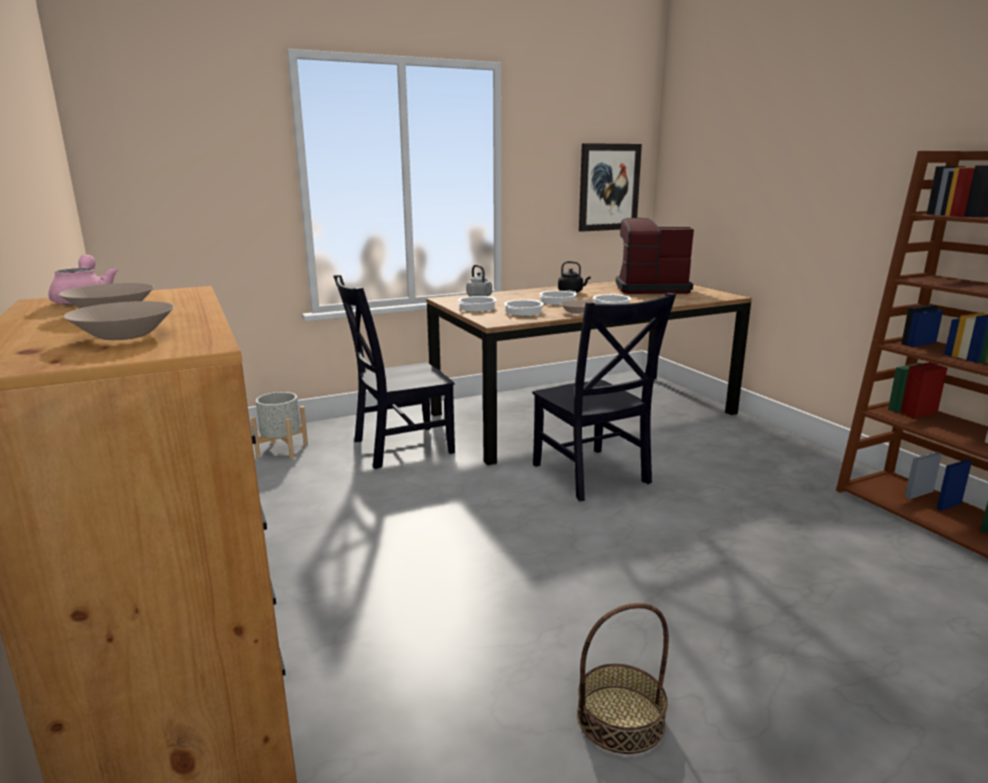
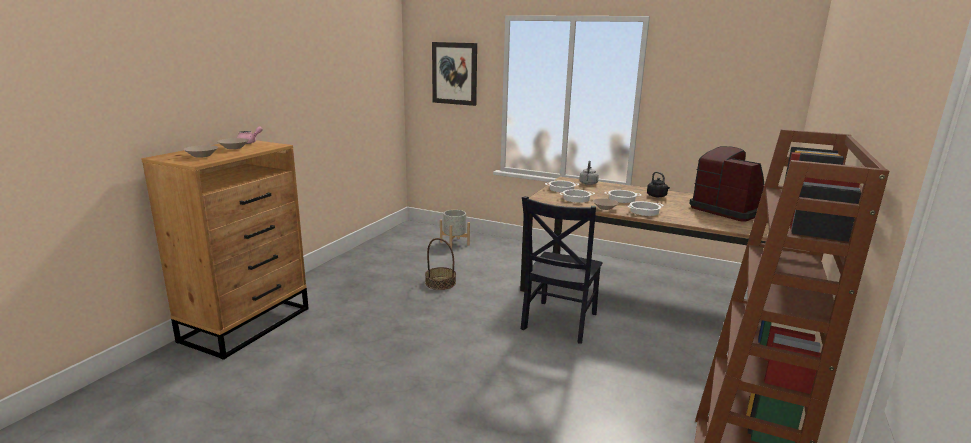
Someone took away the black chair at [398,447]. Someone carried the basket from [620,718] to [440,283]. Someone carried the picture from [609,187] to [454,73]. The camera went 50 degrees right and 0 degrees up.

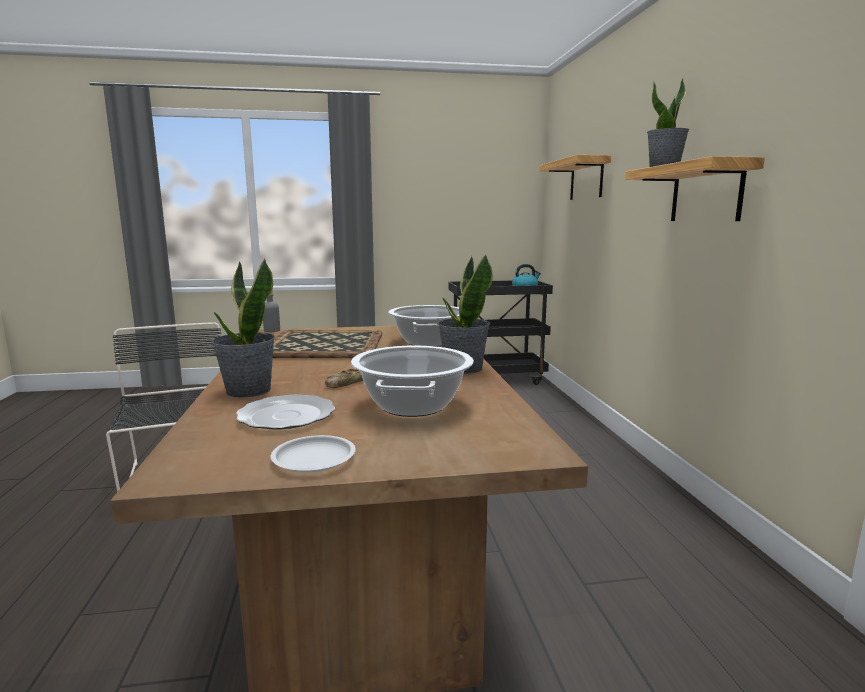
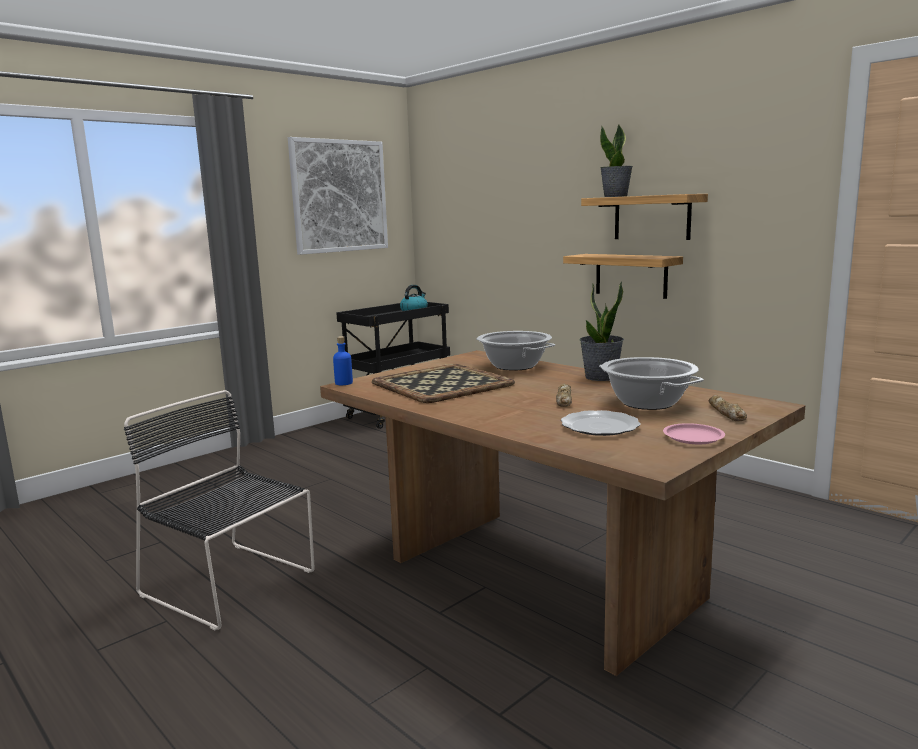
Someone took away the plant in a pot at [248,391]. Someone put up the picture at [339,196]. Someone put down the baked bread at [725,413]. Someone carried the wall shelf from [586,179] to [631,275]. Someone repainted the greyish drink bottle at [272,330], which became the blue drink bottle at [343,383]. Someone repainted the white-coloured dinner plate at [314,459], which became the pinkish dinner plate at [694,438]. The camera went 35 degrees left and 0 degrees up.

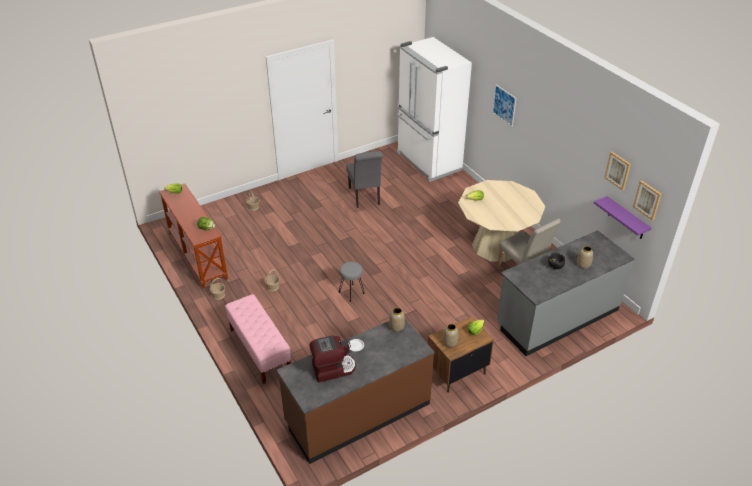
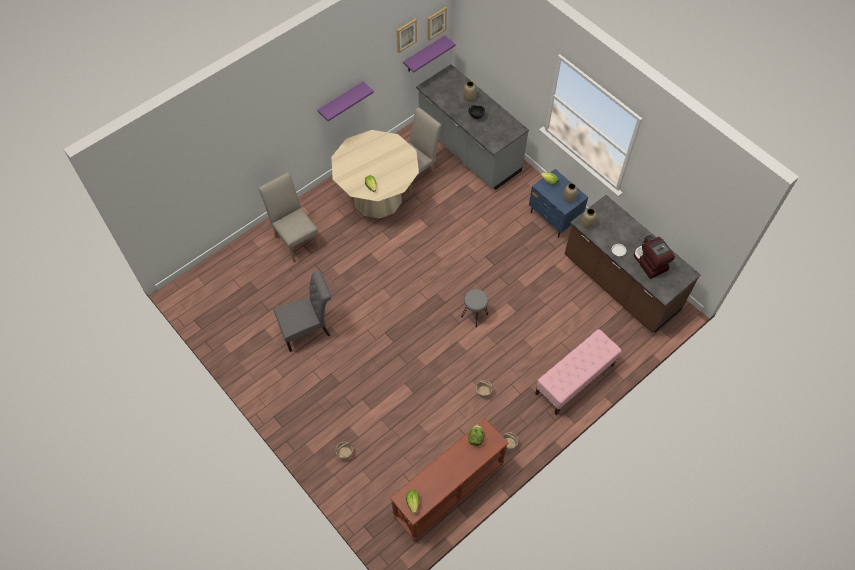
Someone took away the white-coloured fridge at [428,162]. Someone took away the picture at [504,105]. Someone put down the beige chair at [295,239]. Someone put up the purple-coloured wall shelf at [341,101]. Someone repainted the brownish nightstand at [456,372], which became the blue nightstand at [554,218]. The camera went 100 degrees left and 20 degrees up.

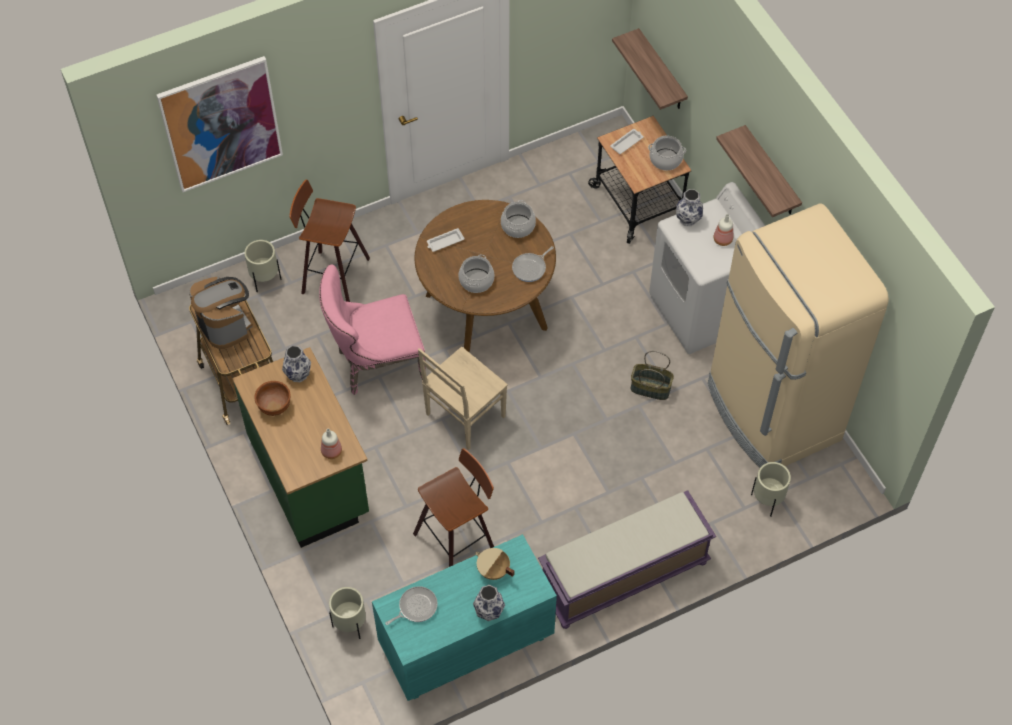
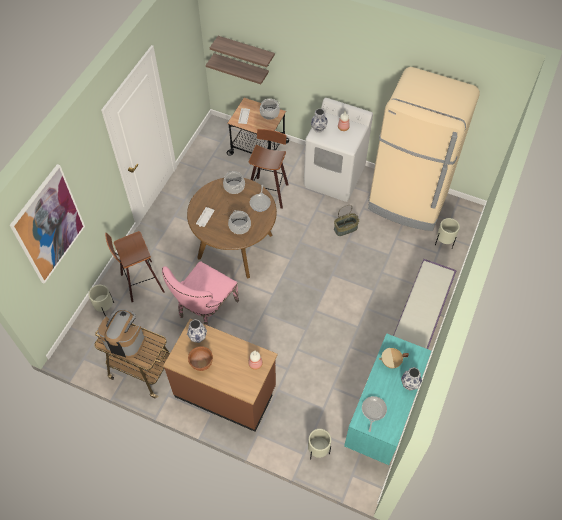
Someone took away the beige chair at [463,416]. Someone carried the sitting stool from [458,544] to [268,191]. Someone carried the wall shelf from [771,173] to [246,51]. Someone repainted the green-coloured kitchen counter at [311,477], which became the brownish kitchen counter at [226,391]. The camera went 40 degrees left and 0 degrees up.

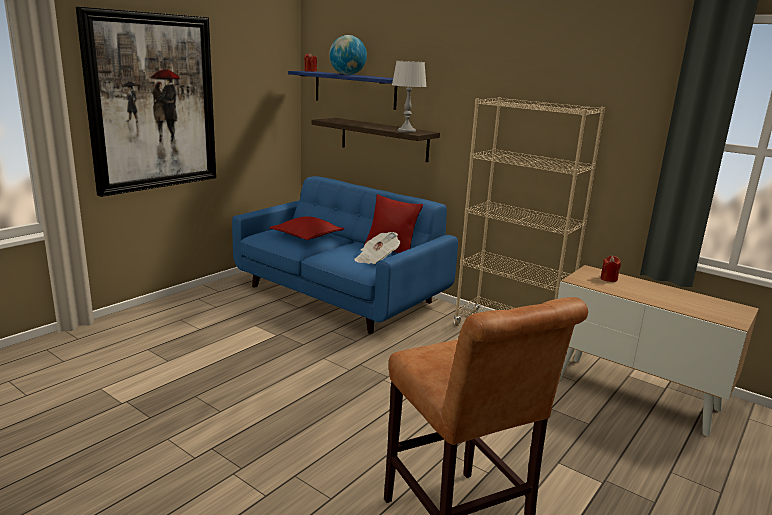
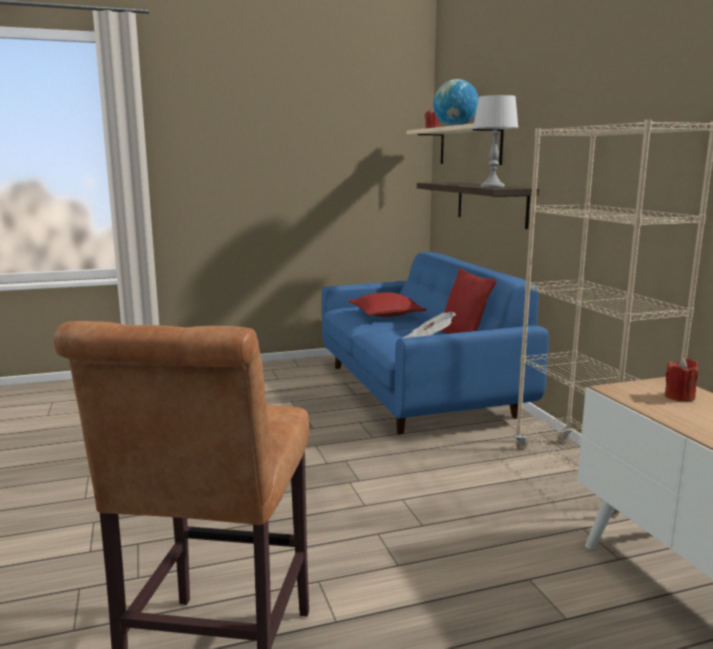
Someone took away the picture at [152,103]. Someone repainted the blue wall shelf at [354,89], which became the beige wall shelf at [469,146]. The camera went 35 degrees right and 5 degrees down.

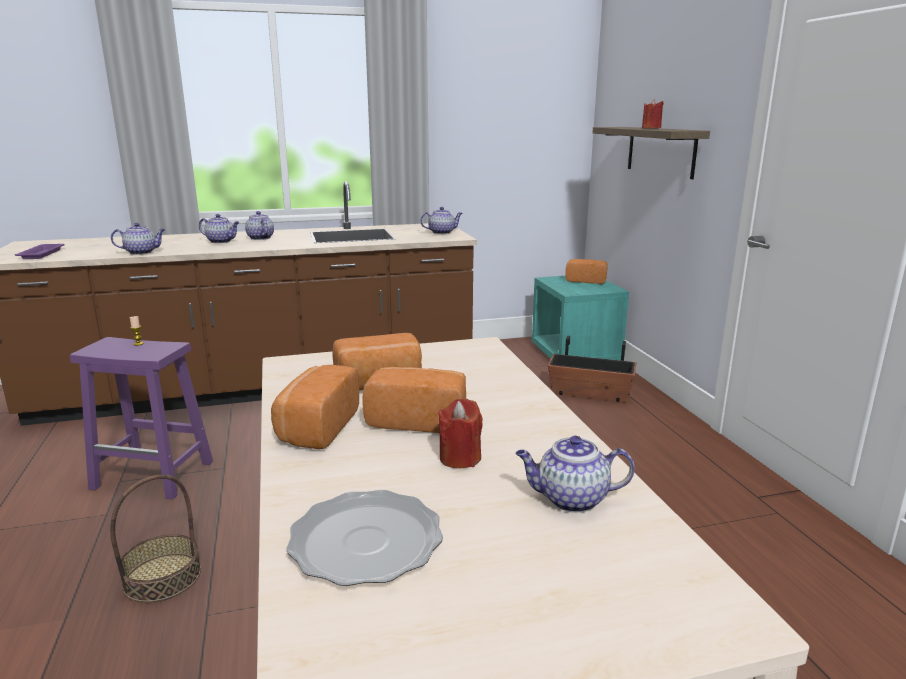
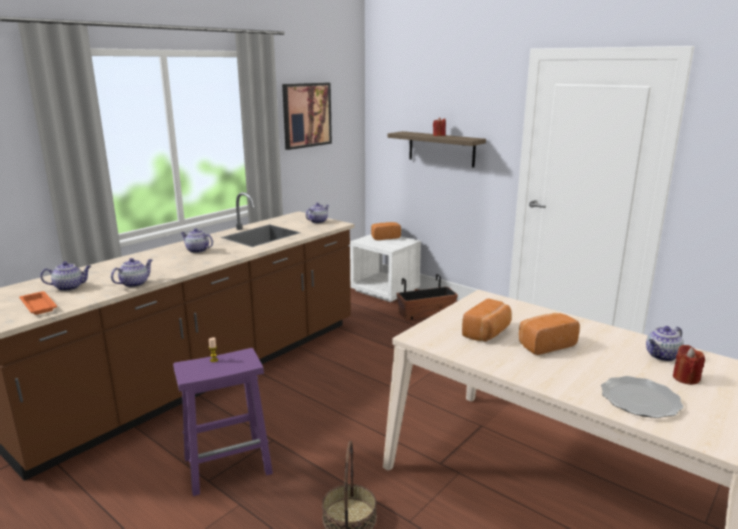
Someone took away the baked bread at [316,427]. Someone put up the picture at [306,115]. Someone carried the pot for tea from [221,241] to [70,287]. Someone carried the red-coloured candle from [460,458] to [685,378]. Someone repainted the purple-coloured carrying tray at [42,254], which became the orangey carrying tray at [38,306]. Someone repainted the turquoise-coloured nightstand at [575,355], which became the white-coloured nightstand at [385,290]. The camera went 35 degrees left and 0 degrees up.

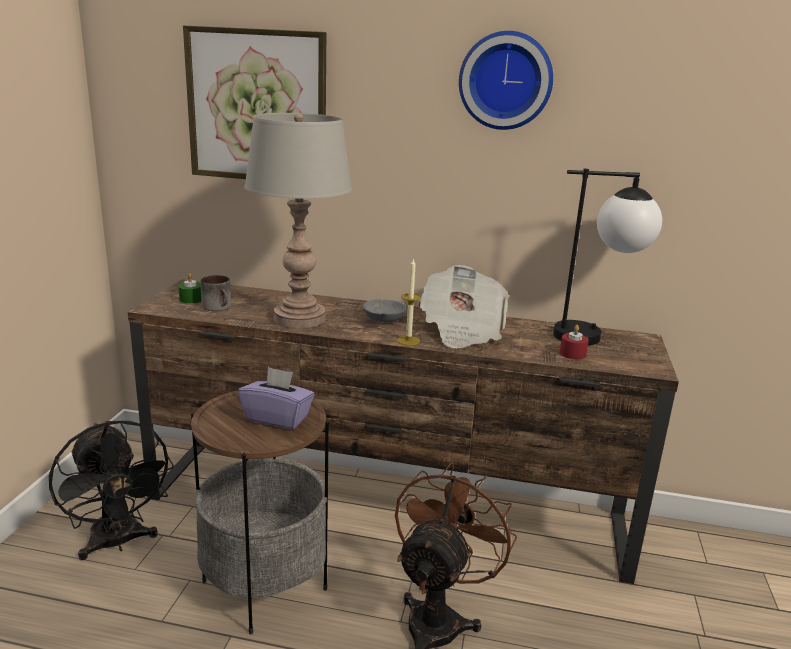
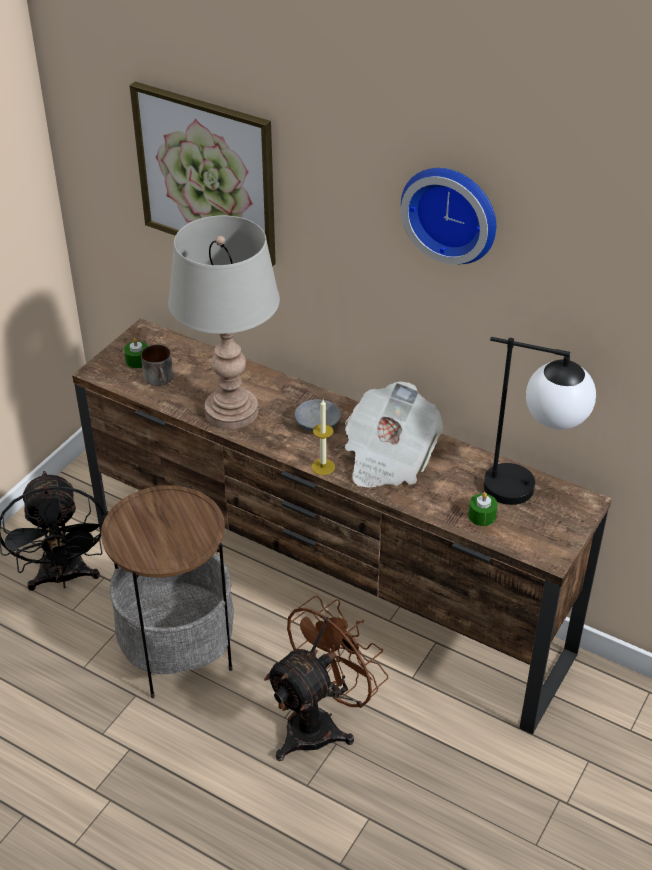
Someone took away the purple-coloured tissue holder at [277,418]. Someone repainted the red-coloured candle at [572,353], which became the green-coloured candle at [482,516]. The camera went 20 degrees right and 20 degrees up.

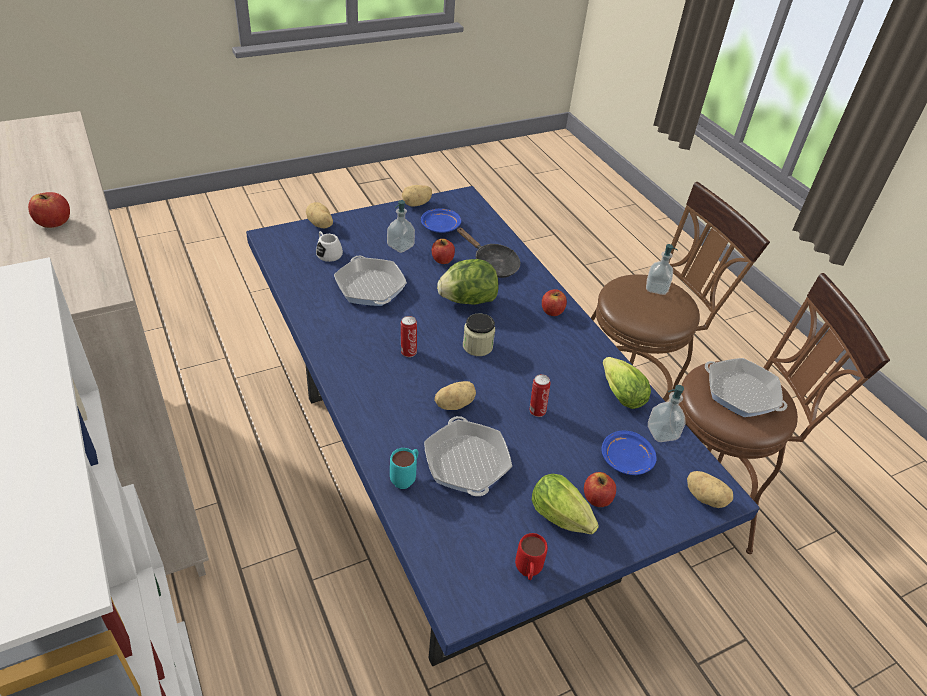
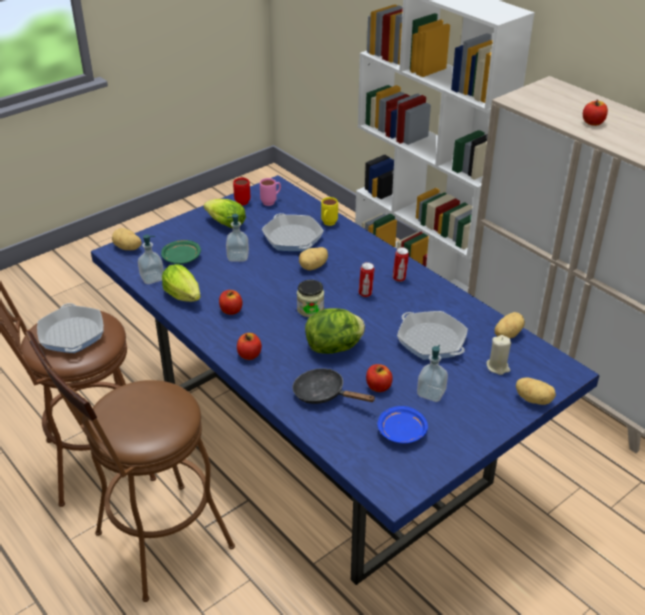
Someone put down the pinkish mug at [271,202]. Someone carried the spud from [416,204] to [507,334]. Someone carried the sealed can from [536,410] to [399,278]. Someone carried the apple from [597,498] to [231,310]. Someone carried the soap bottle from [656,288] to [238,257]. Someone swapped the white-coloured mug at [327,253] for the beige candle at [498,367]. Someone repainted the turquoise-coloured mug at [406,478], which became the yellow-coloured mug at [328,224]. Someone repainted the blue dinner plate at [626,460], which became the green-coloured dinner plate at [181,258]. Someone rotated the skillet at [741,393] by 45 degrees clockwise. The camera went 170 degrees right and 5 degrees down.

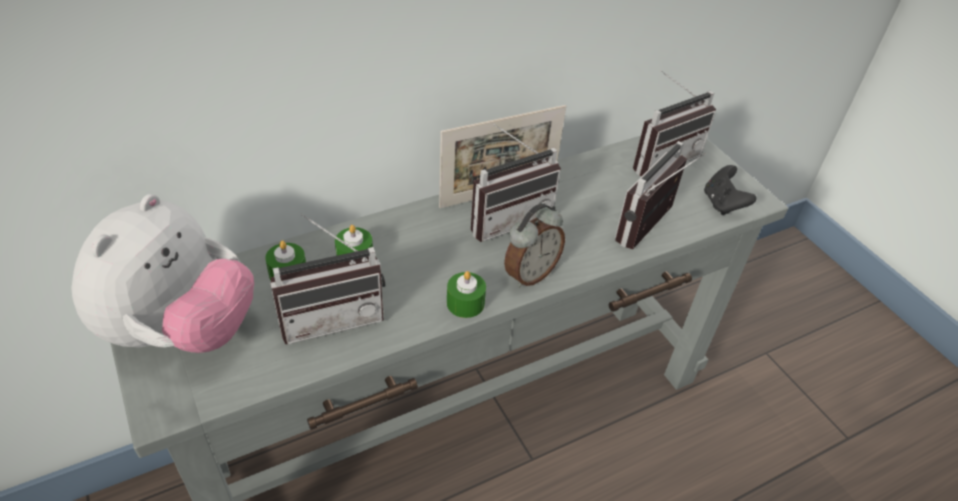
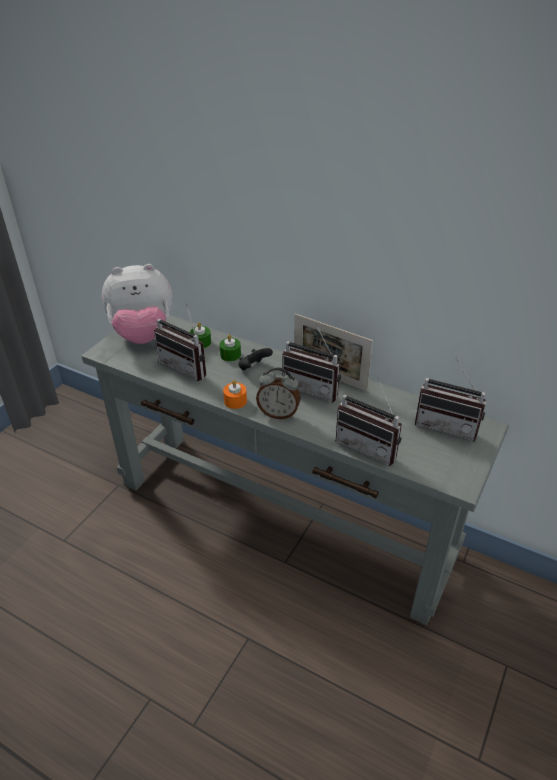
Someone carried the black game controller from [722,204] to [254,368]. Someone repainted the green-coloured candle at [465,303], which became the orangey candle at [235,401]. Someone rotated the radio receiver at [652,230] by 150 degrees counterclockwise. The camera went 60 degrees right and 5 degrees down.

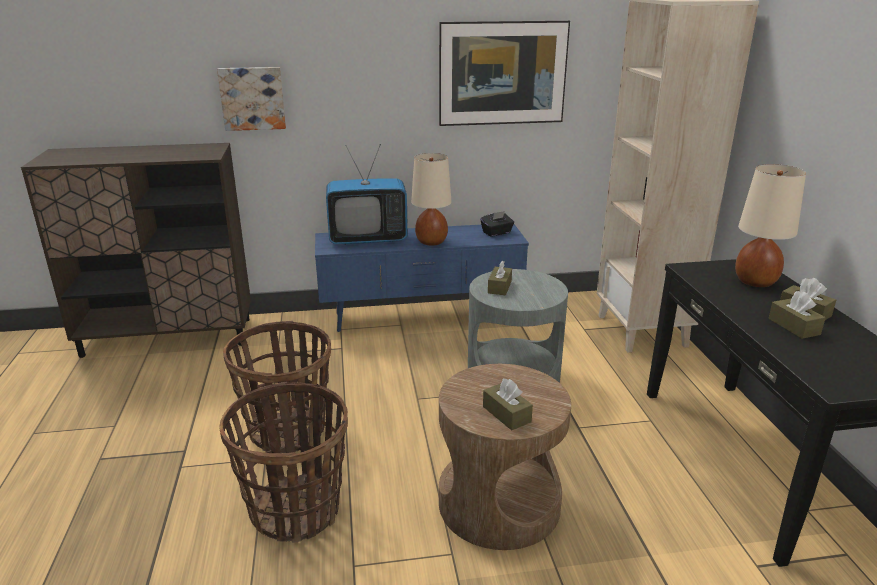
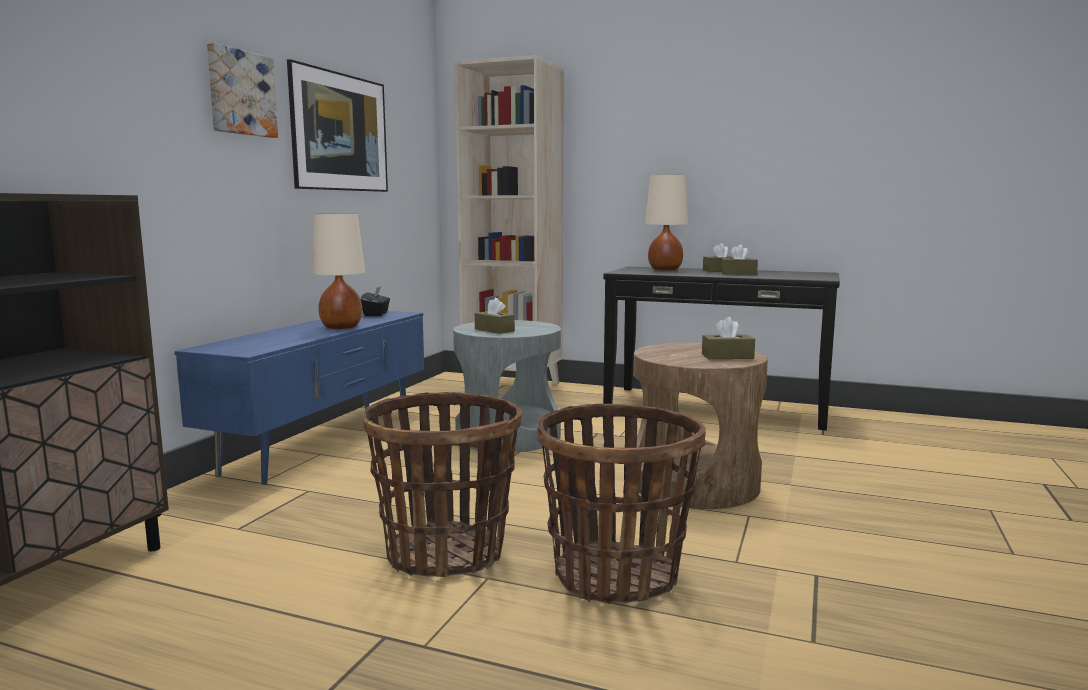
Someone took away the TV at [368,239]. Someone carried the picture from [252,98] to [240,93]. The camera went 60 degrees left and 15 degrees down.

